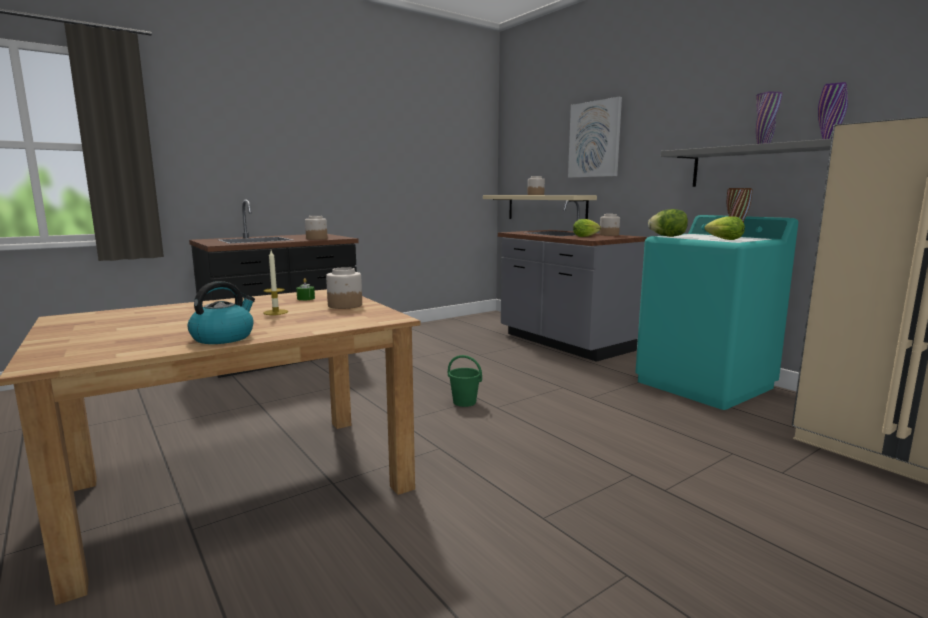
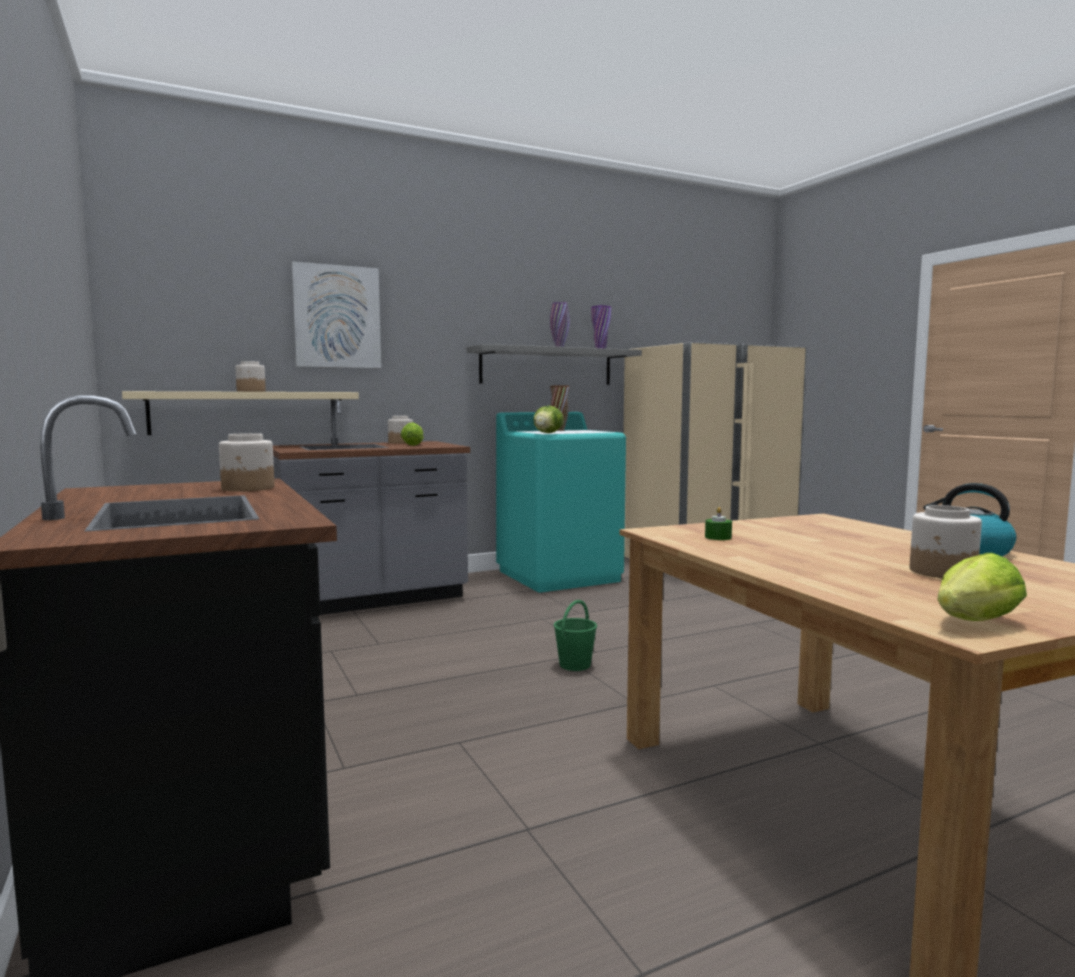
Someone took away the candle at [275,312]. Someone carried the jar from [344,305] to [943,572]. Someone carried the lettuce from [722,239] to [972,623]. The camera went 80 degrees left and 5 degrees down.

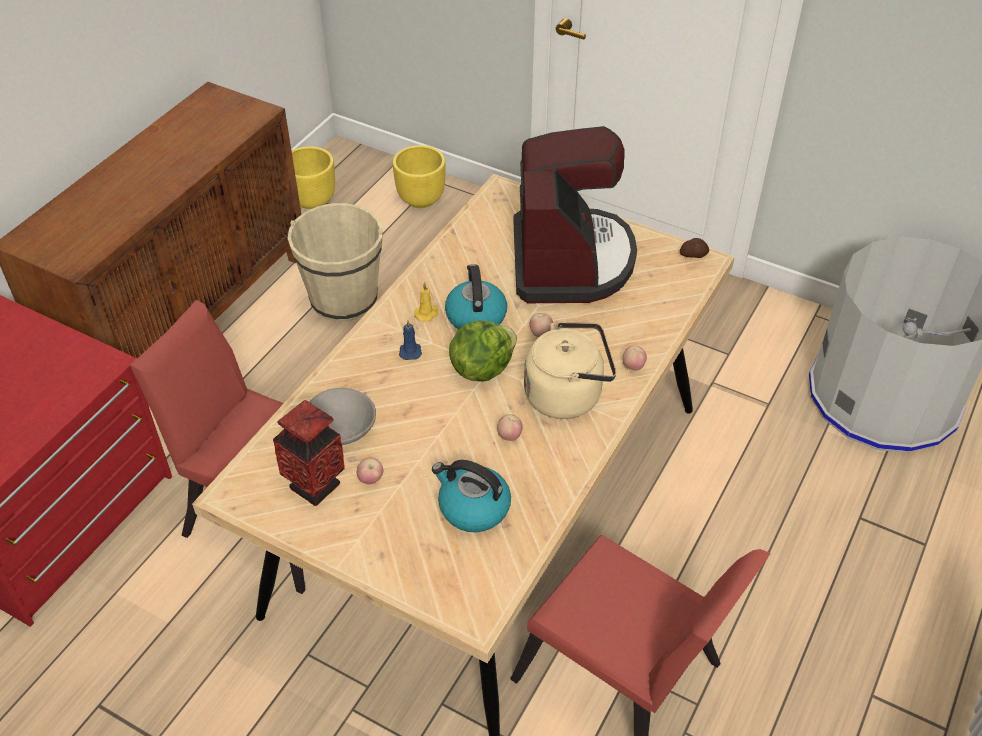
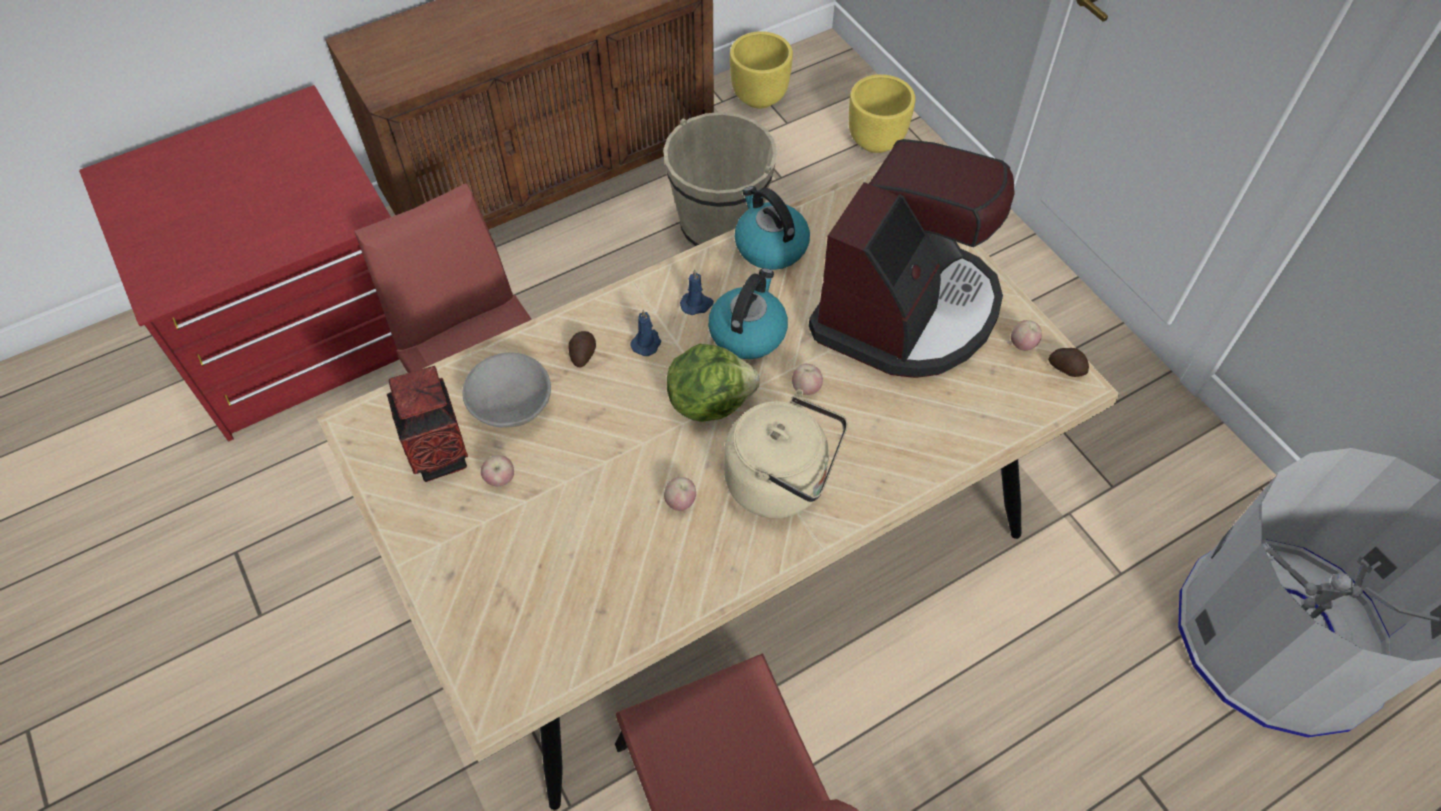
Someone put down the spud at [582,354]. Someone carried the water kettle from [473,508] to [770,246]. Someone carried the apple from [633,367] to [1022,344]. Someone repainted the yellow-coloured candle at [427,313], which became the blue candle at [697,304]. The camera went 30 degrees right and 10 degrees up.

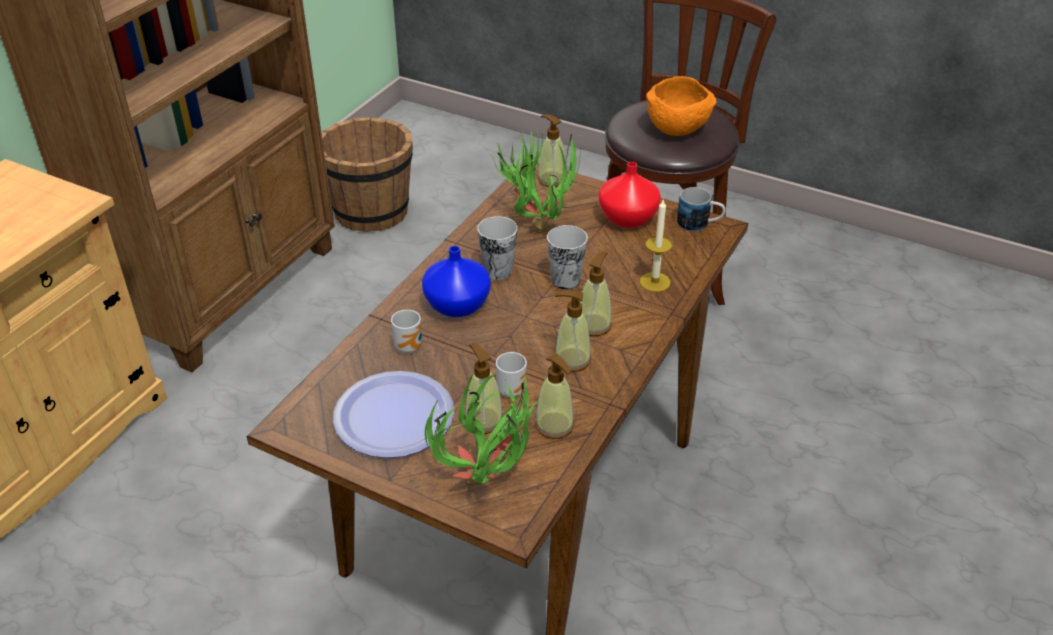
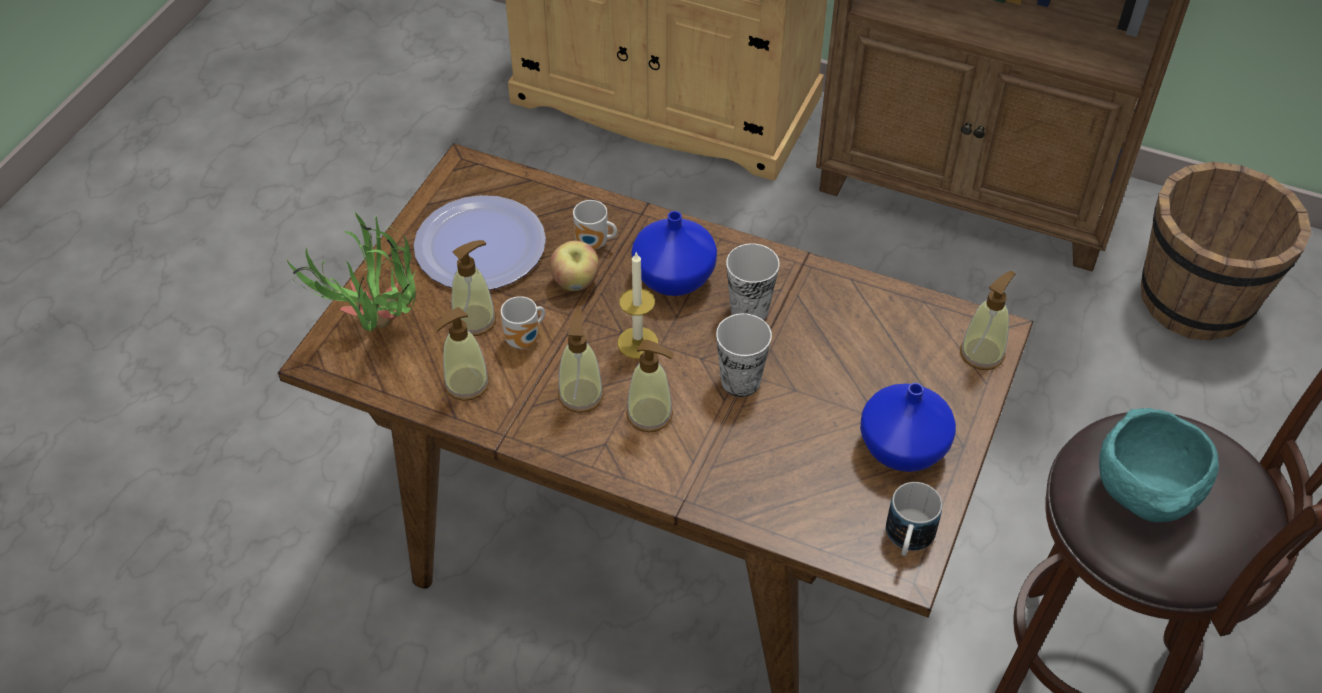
Someone took away the plant in a pot at [537,223]. Someone put down the apple at [576,282]. Someone carried the candle from [655,282] to [637,343]. Someone repainted the red-coloured flower vase at [628,217], which became the blue flower vase at [905,448]. Someone repainted the orangey deep dish at [678,130], which became the turquoise-coloured deep dish at [1145,496]. The camera went 85 degrees right and 10 degrees up.

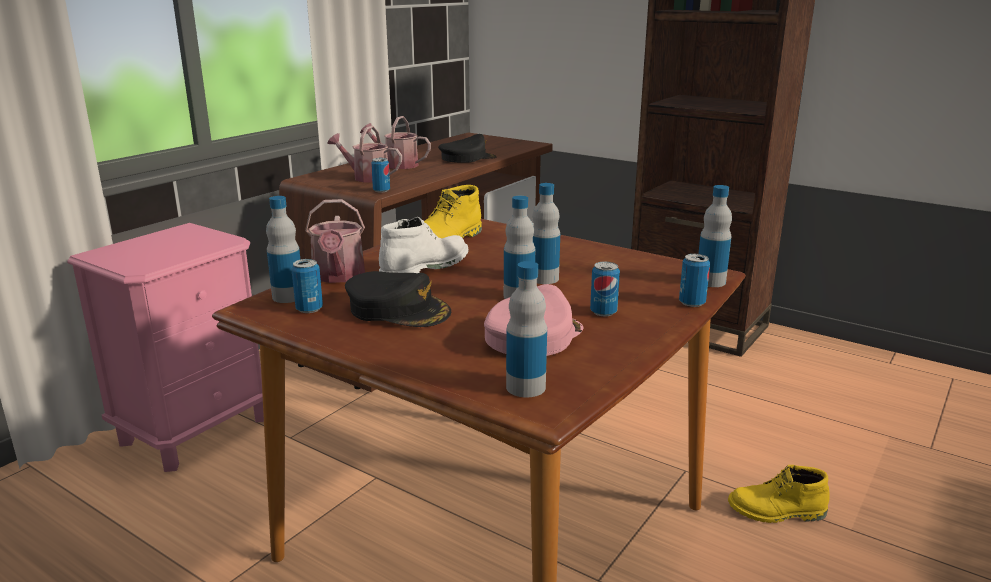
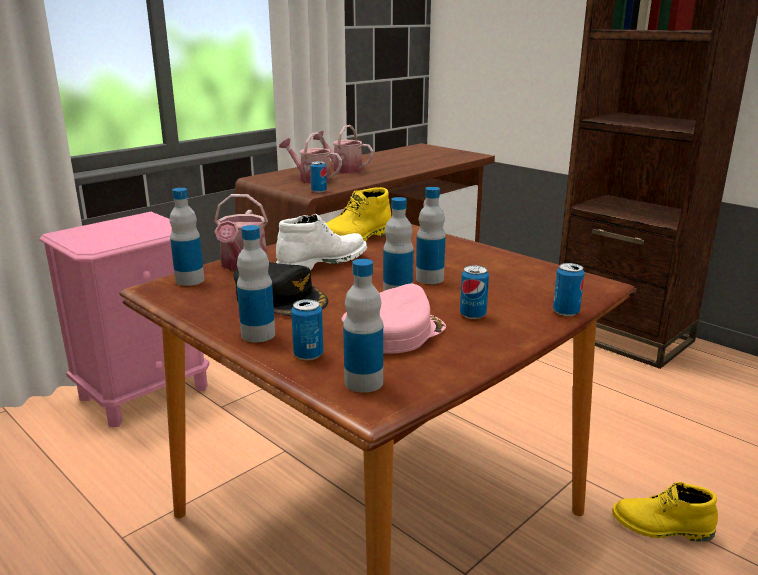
Someone took away the black cap at [467,158]. Someone carried the sealed can from [309,309] to [308,355]. Someone carried the drink bottle from [710,281] to [258,334]. The camera went 10 degrees right and 0 degrees up.

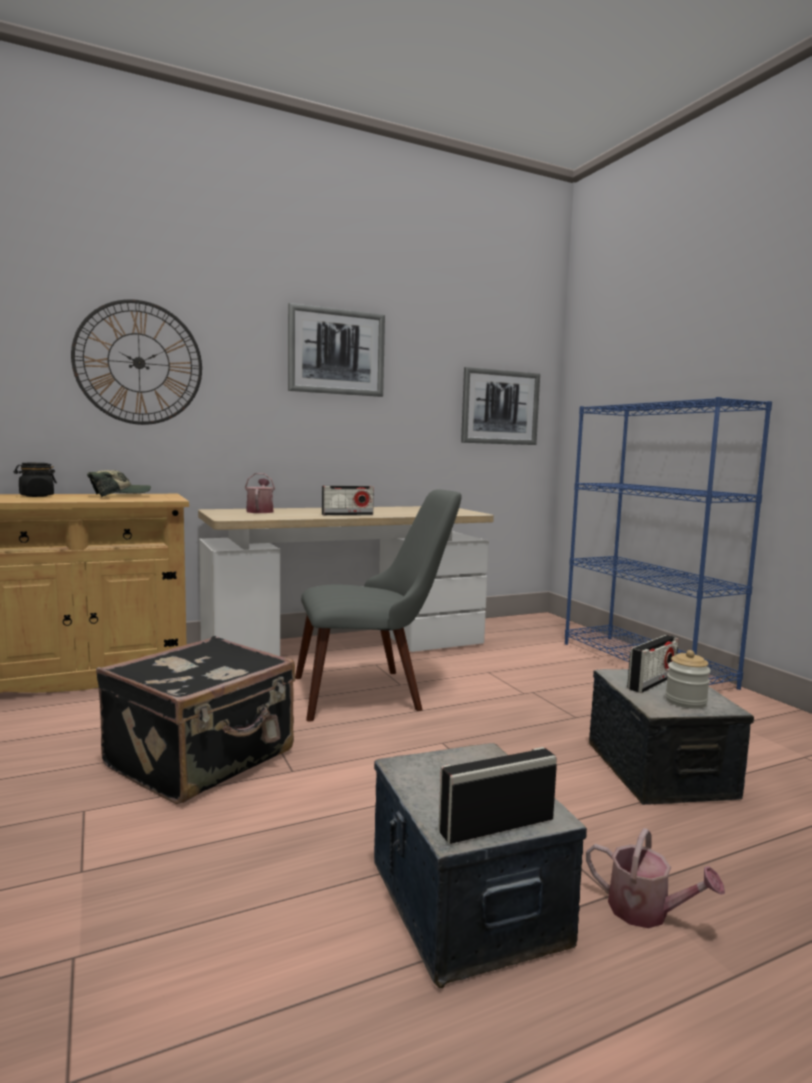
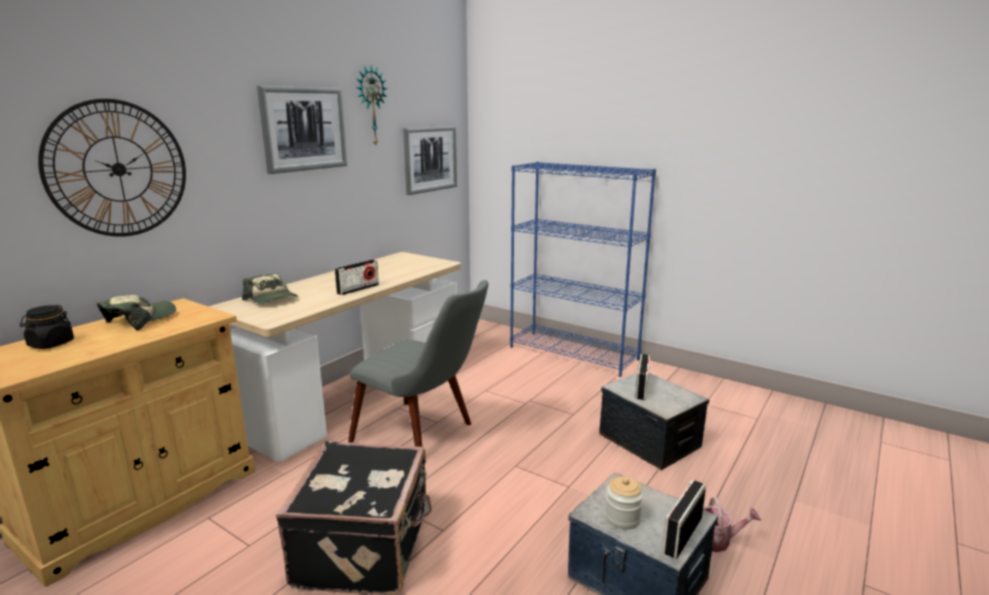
Someone put up the clock on the wall at [371,106]. Someone carried the jar from [685,701] to [622,518]. Someone swapped the watering can at [260,511] for the cap at [272,299]. Someone rotated the greyish chair at [374,691] by 75 degrees clockwise. The camera went 30 degrees left and 10 degrees up.

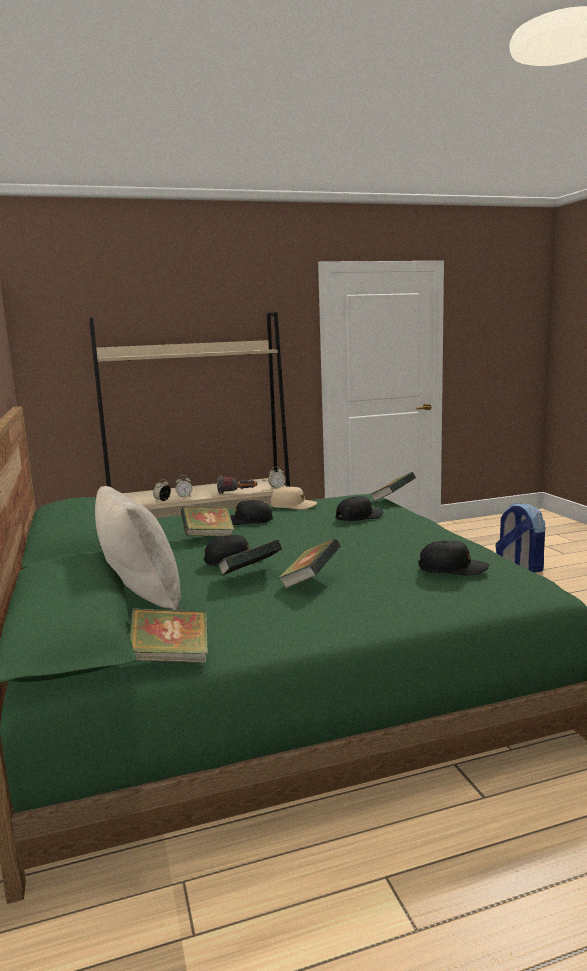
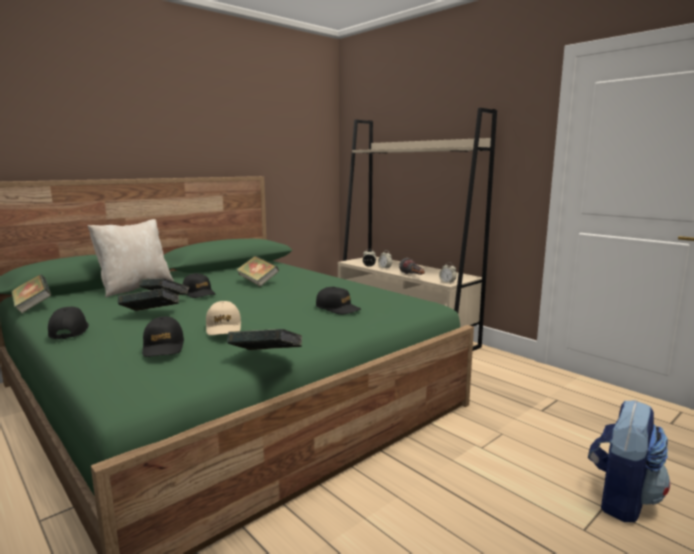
Someone carried the black cap from [248,521] to [69,330]. Someone carried the beige cap from [293,506] to [223,327]. Someone carried the volume from [392,499] to [266,358]. The camera went 65 degrees right and 0 degrees up.

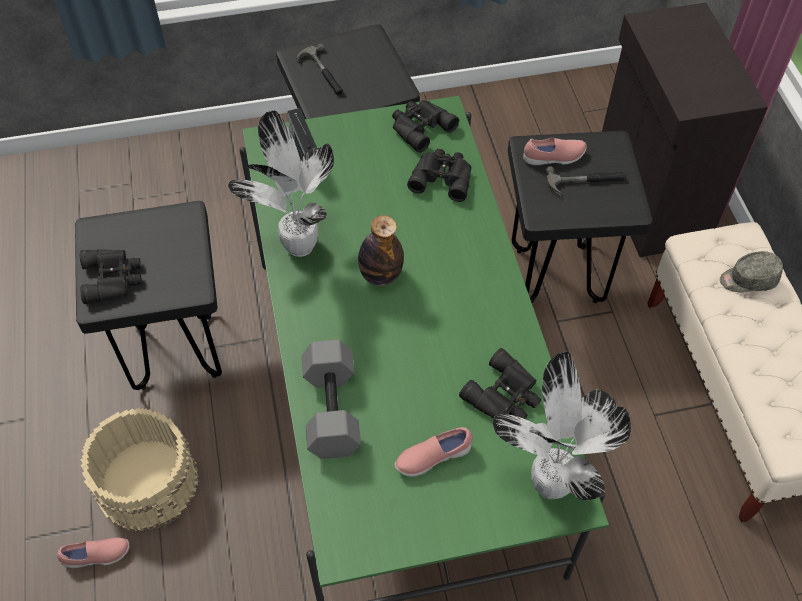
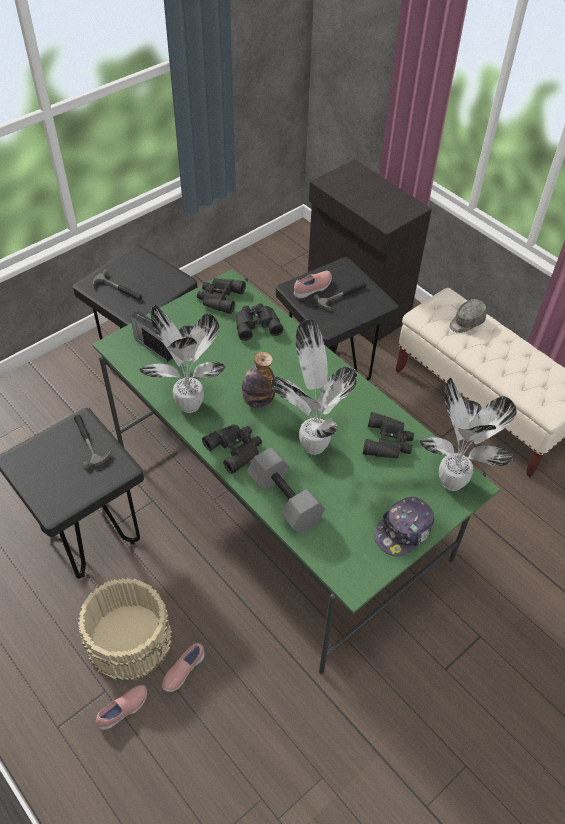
Someone put down the tool hammer at [89,441]. Someone put down the plant in a pot at [313,444]. Someone put down the cap at [404,531]. Someone carried the black field glasses from [113,278] to [236,448]. Someone carried the pinkish shoe from [432,457] to [183,671]. The camera went 30 degrees left and 5 degrees down.

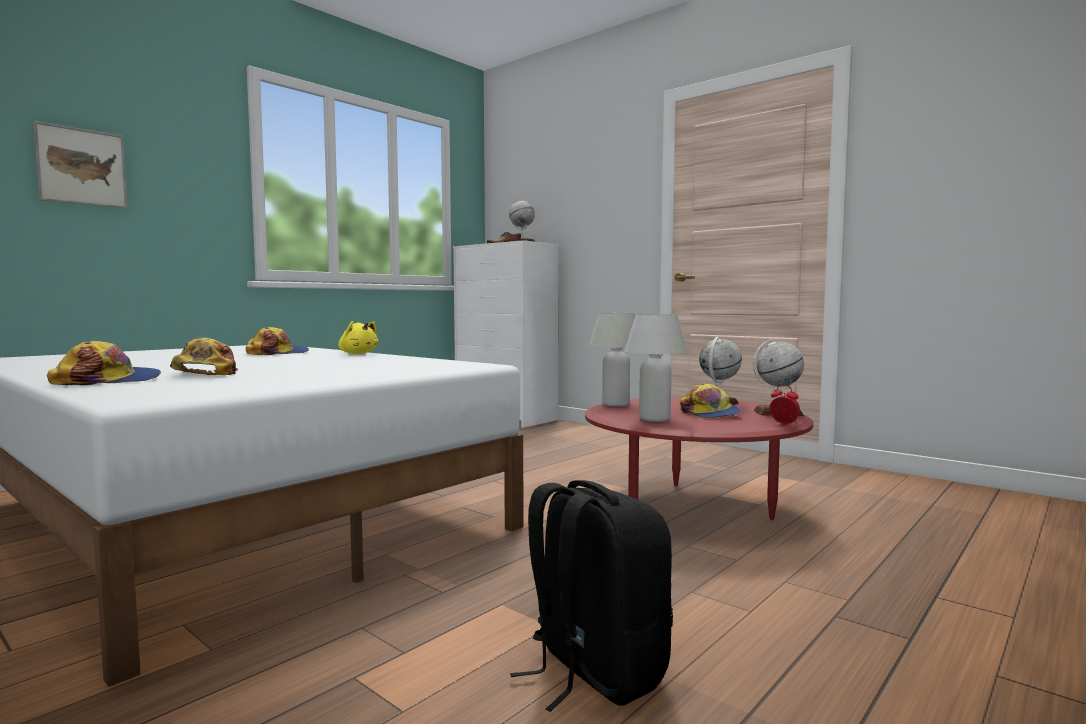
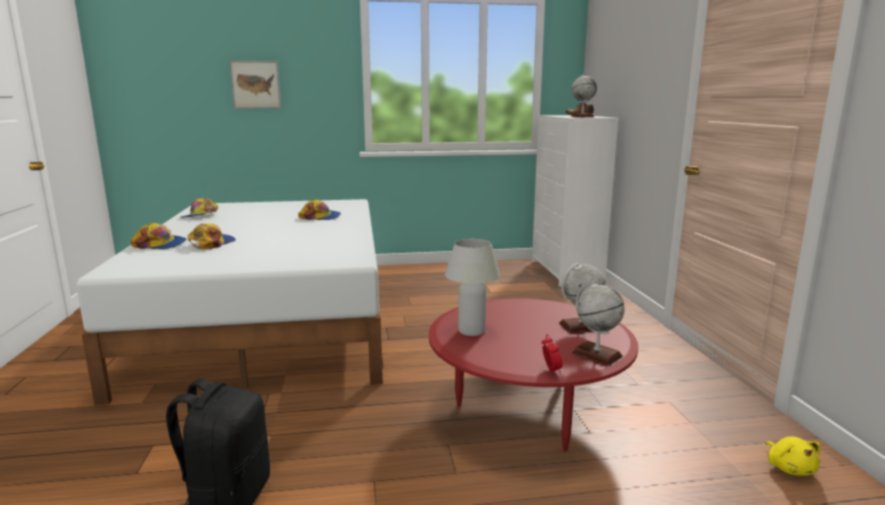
Someone took away the white-coloured tabletop lamp at [615,404]. Someone carried the yellow-coloured plush toy from [358,353] to [789,468]. Someone carried the cap from [710,414] to [200,216]. The camera went 40 degrees right and 10 degrees up.

